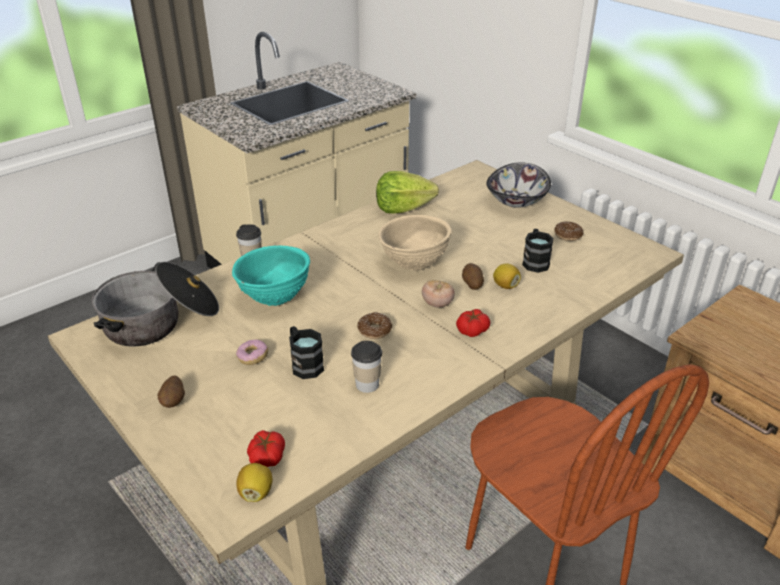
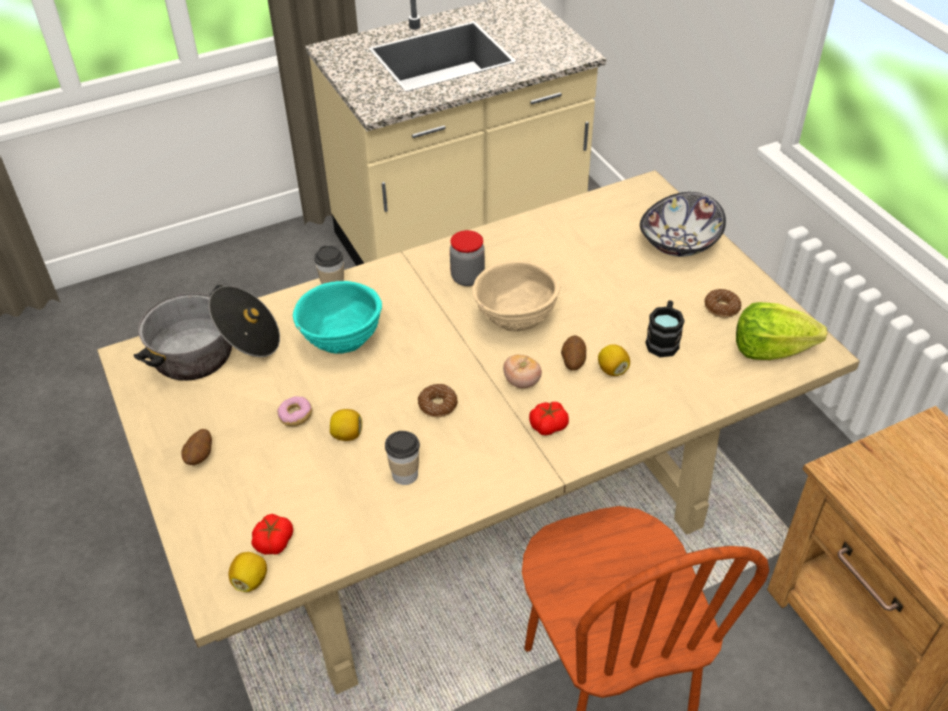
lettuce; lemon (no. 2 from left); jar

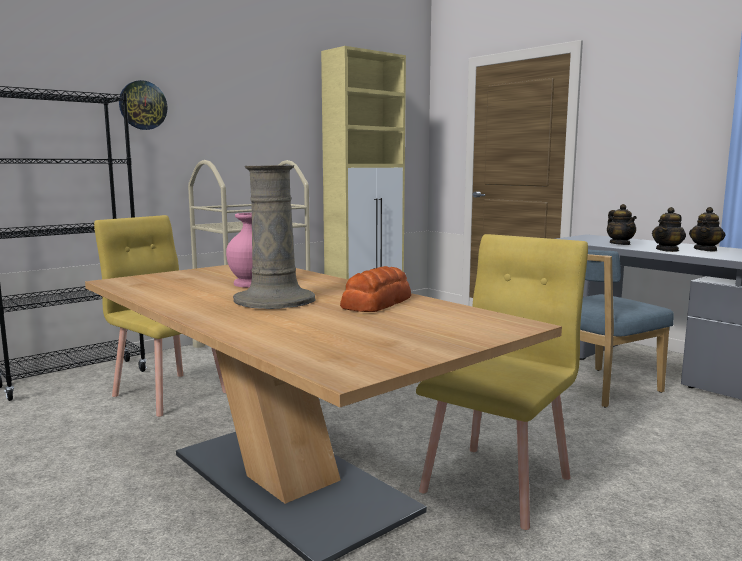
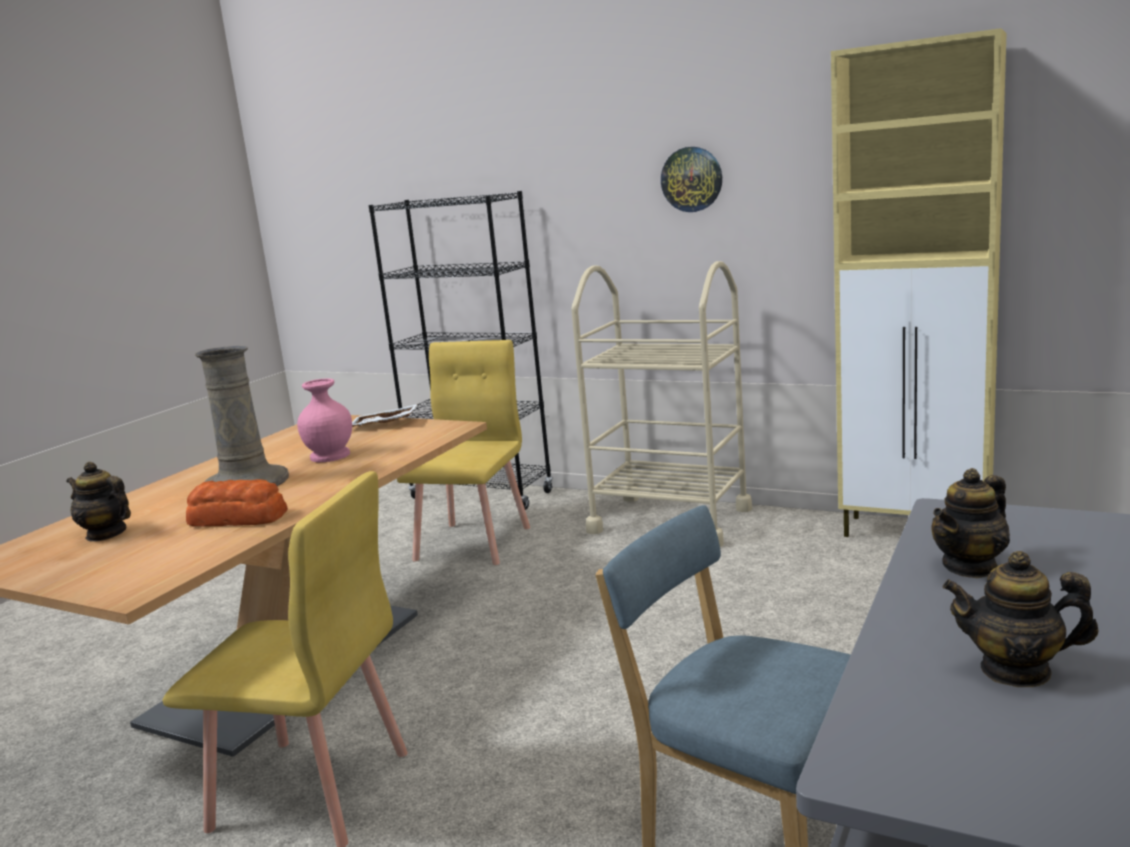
wall clock; teapot (no. 1 from left); white tray

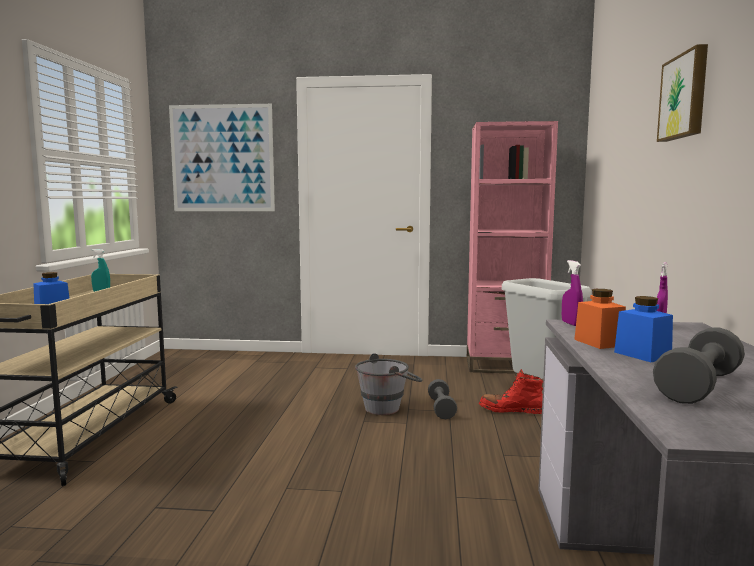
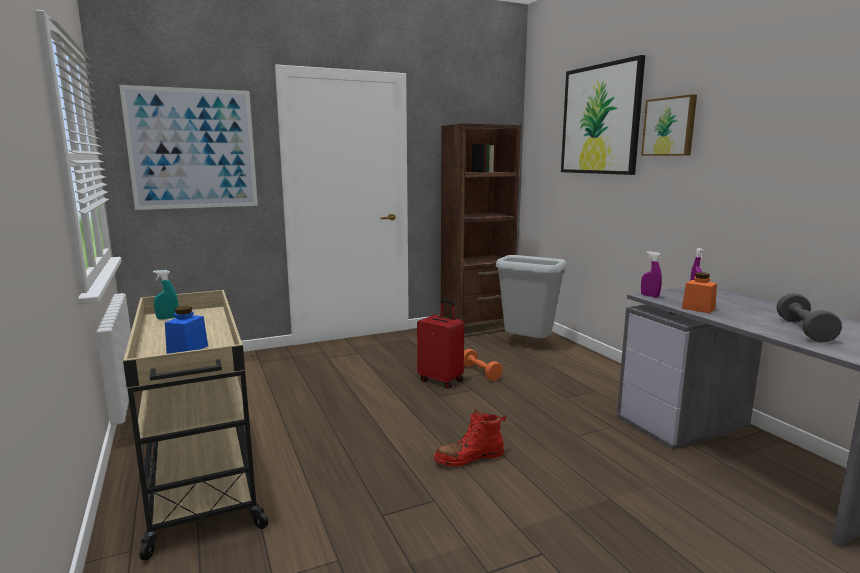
brown bookcase; blue jar (no. 2 from left in the first image); red suitcase; red boot; orange dumbbell; picture (no. 2 from left)

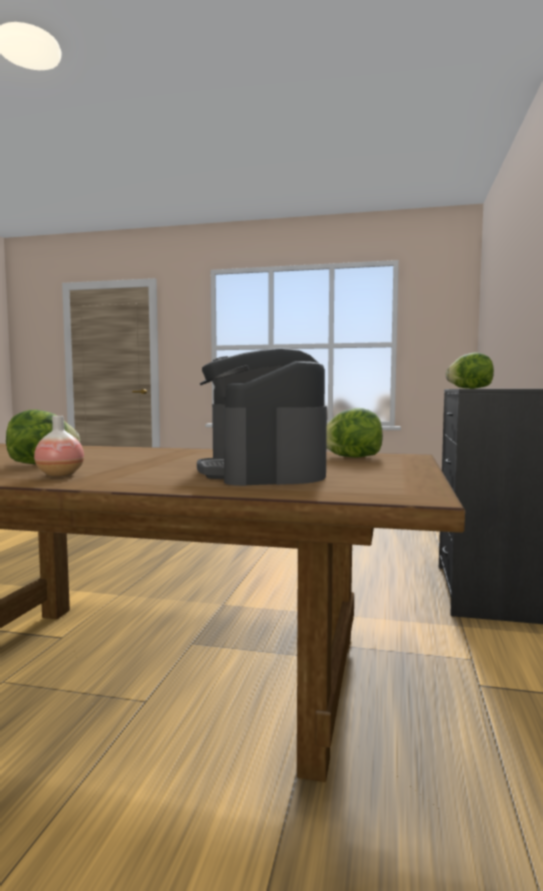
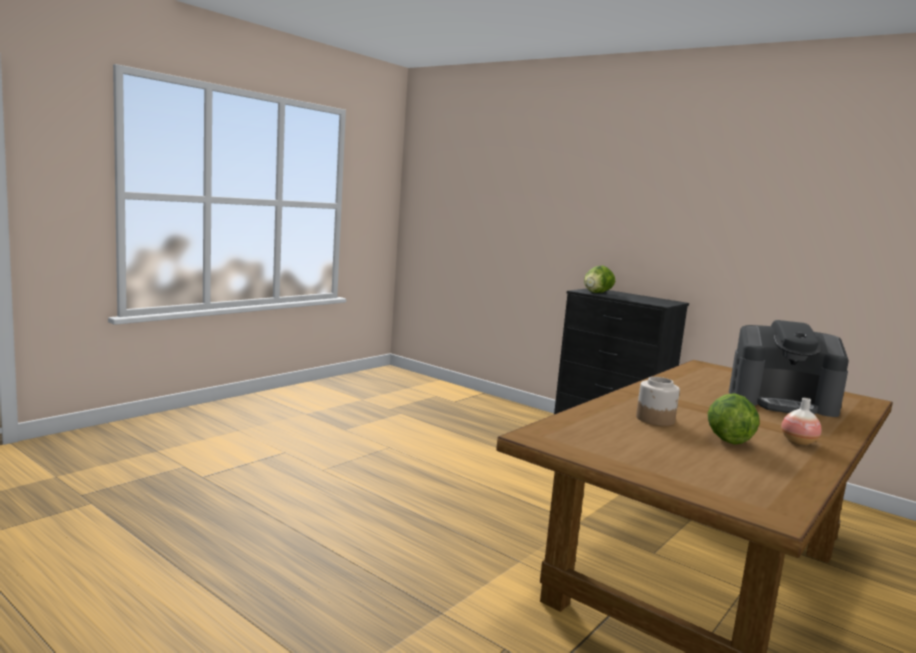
lettuce (no. 2 from left in the first image); jar

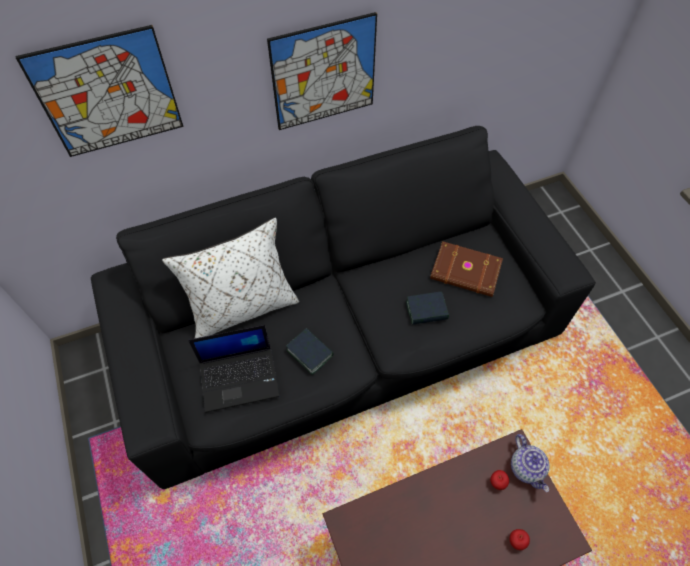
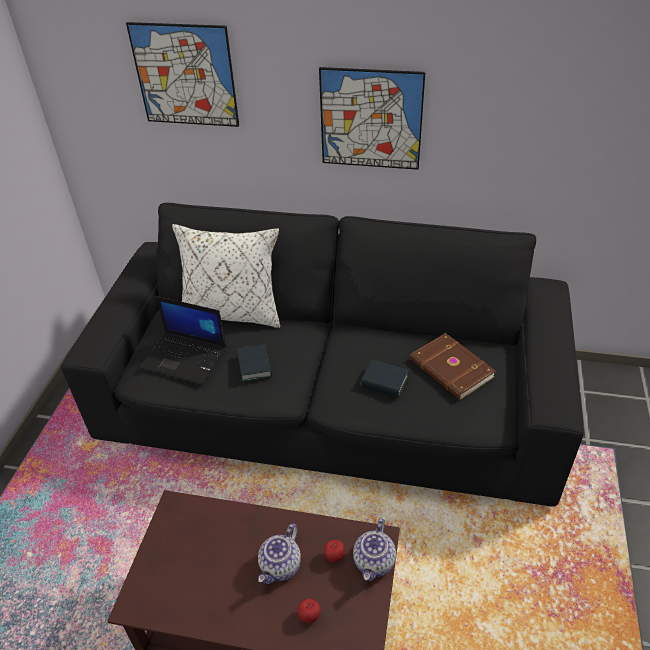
teapot (no. 1 from left)

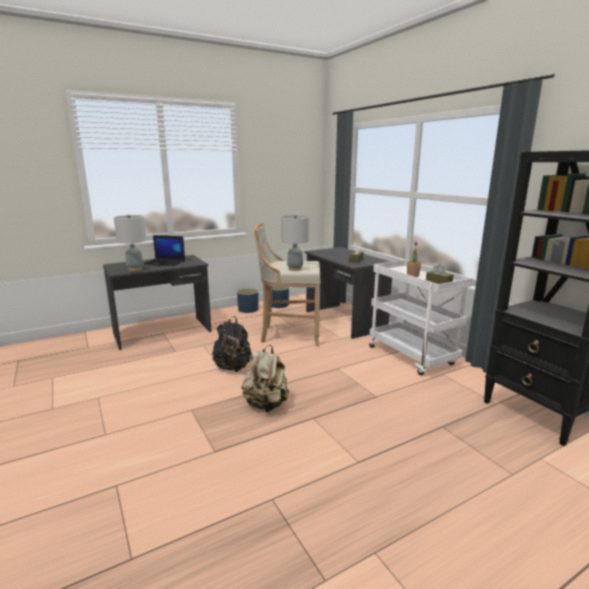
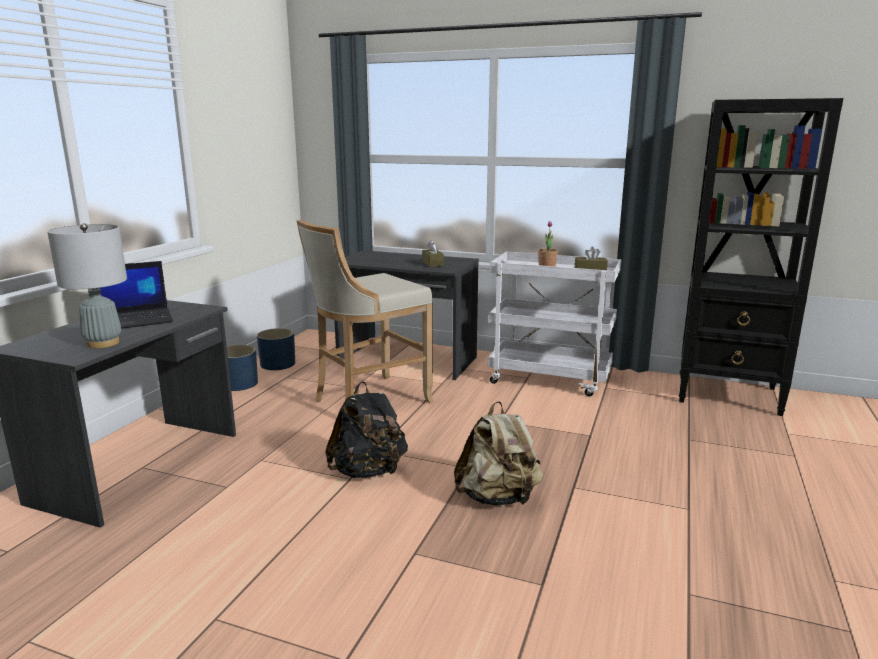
grey table lamp (no. 2 from left in the first image)

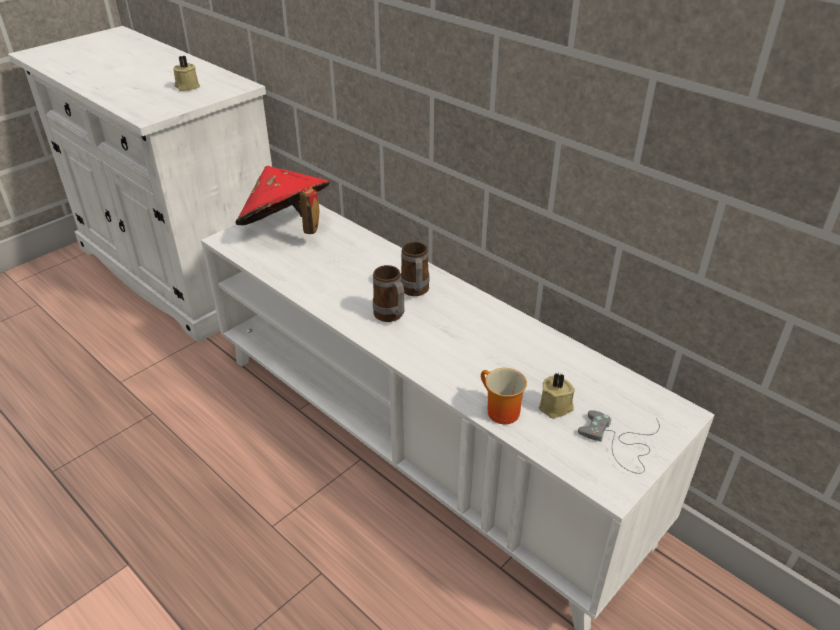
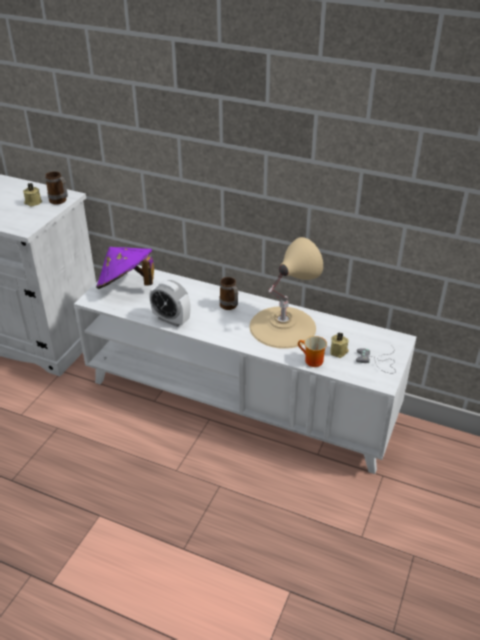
purple hat; mug (no. 1 from left); beige table lamp; alarm clock

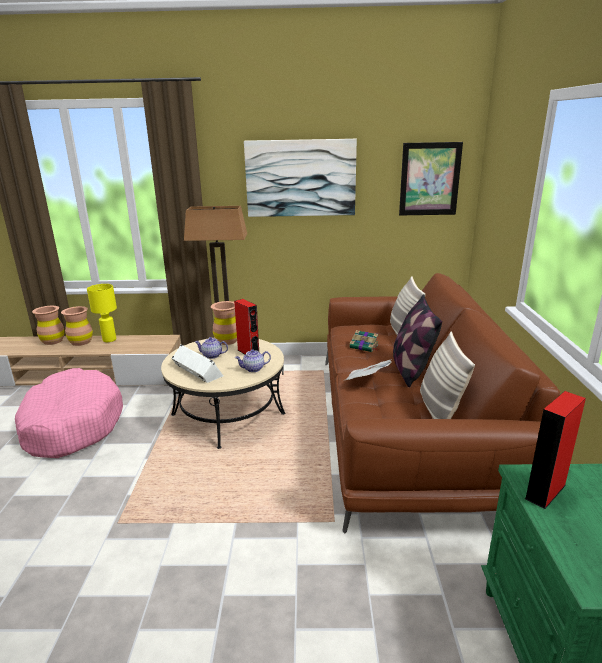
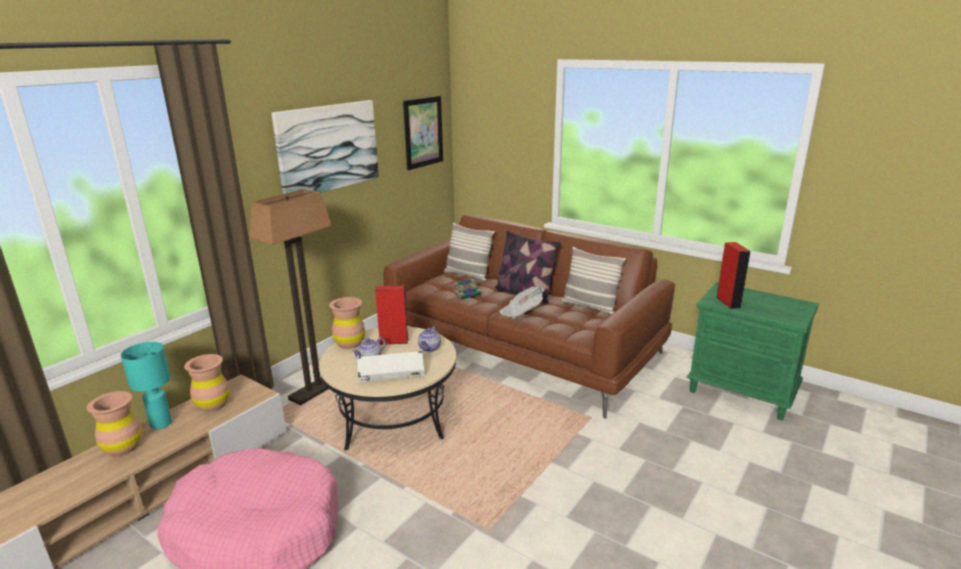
turquoise table lamp; brown vase (no. 2 from left)

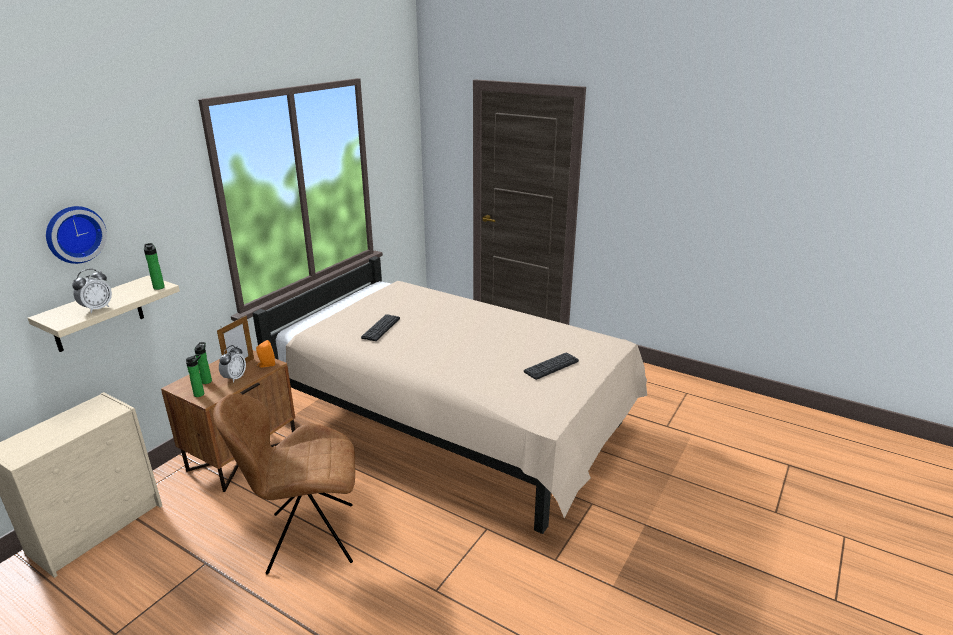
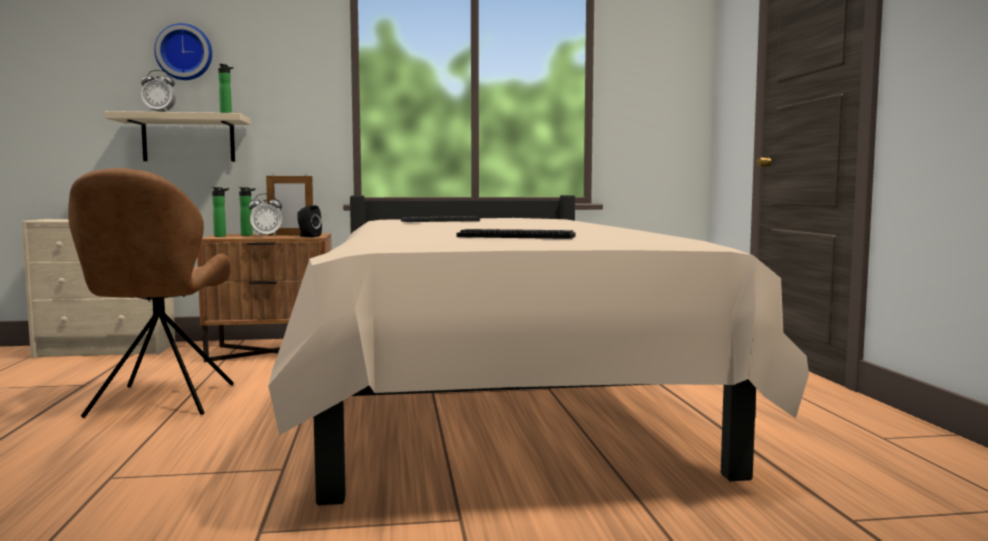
black speaker; brown chair

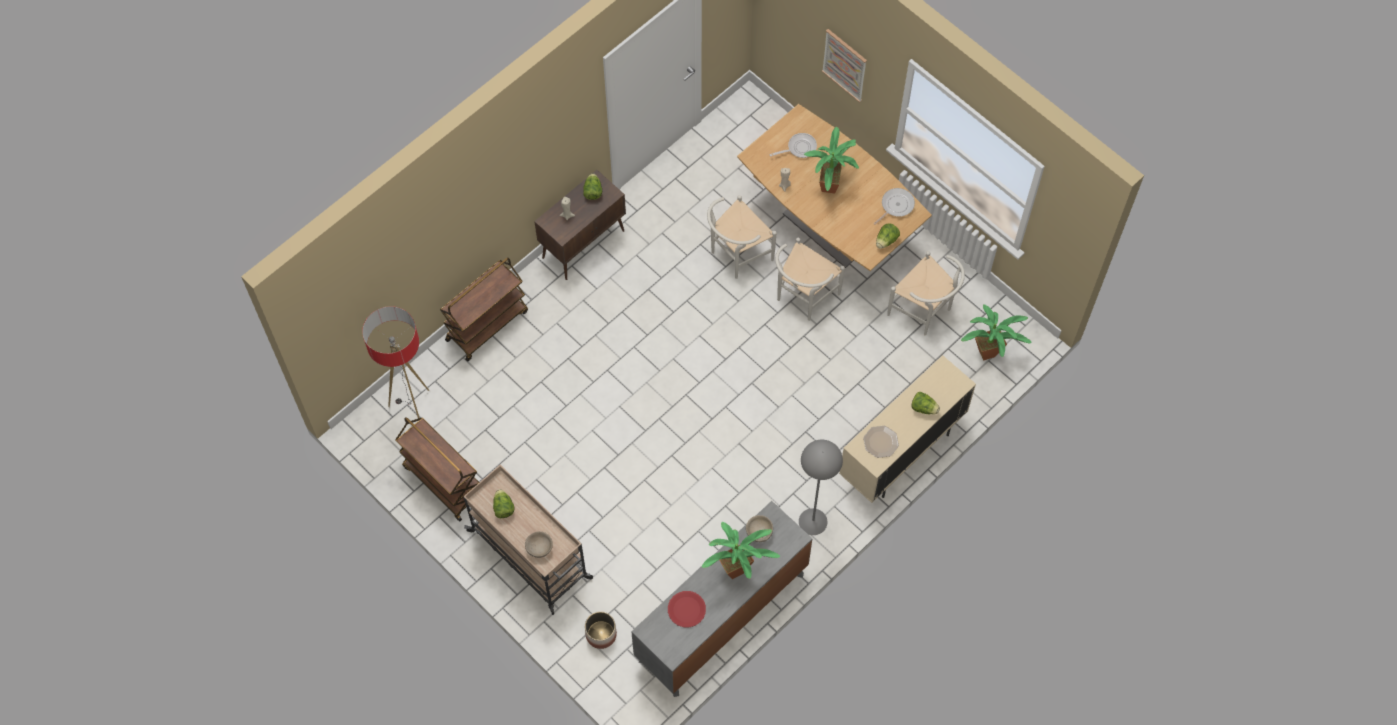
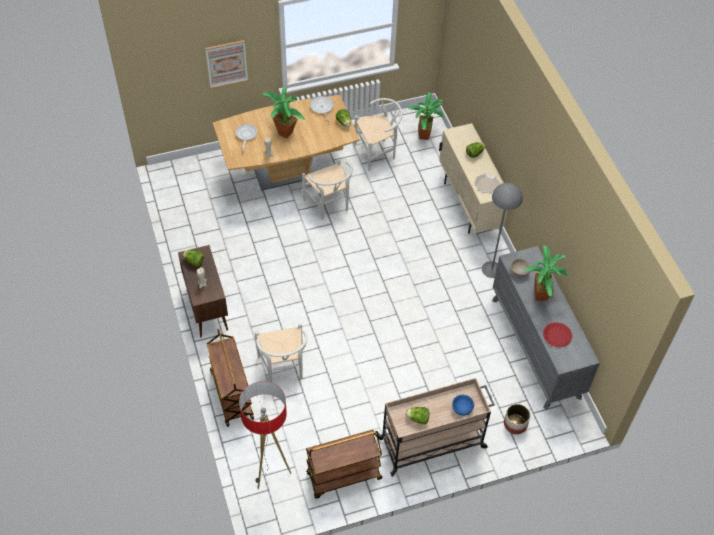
white chair (no. 1 from left); blue bowl

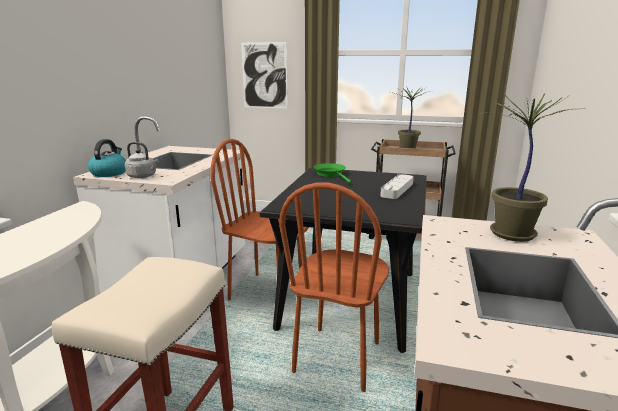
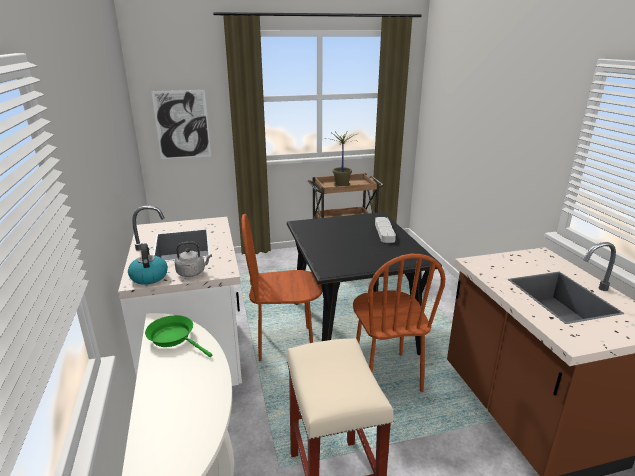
potted plant (no. 2 from left in the first image); green frying pan

